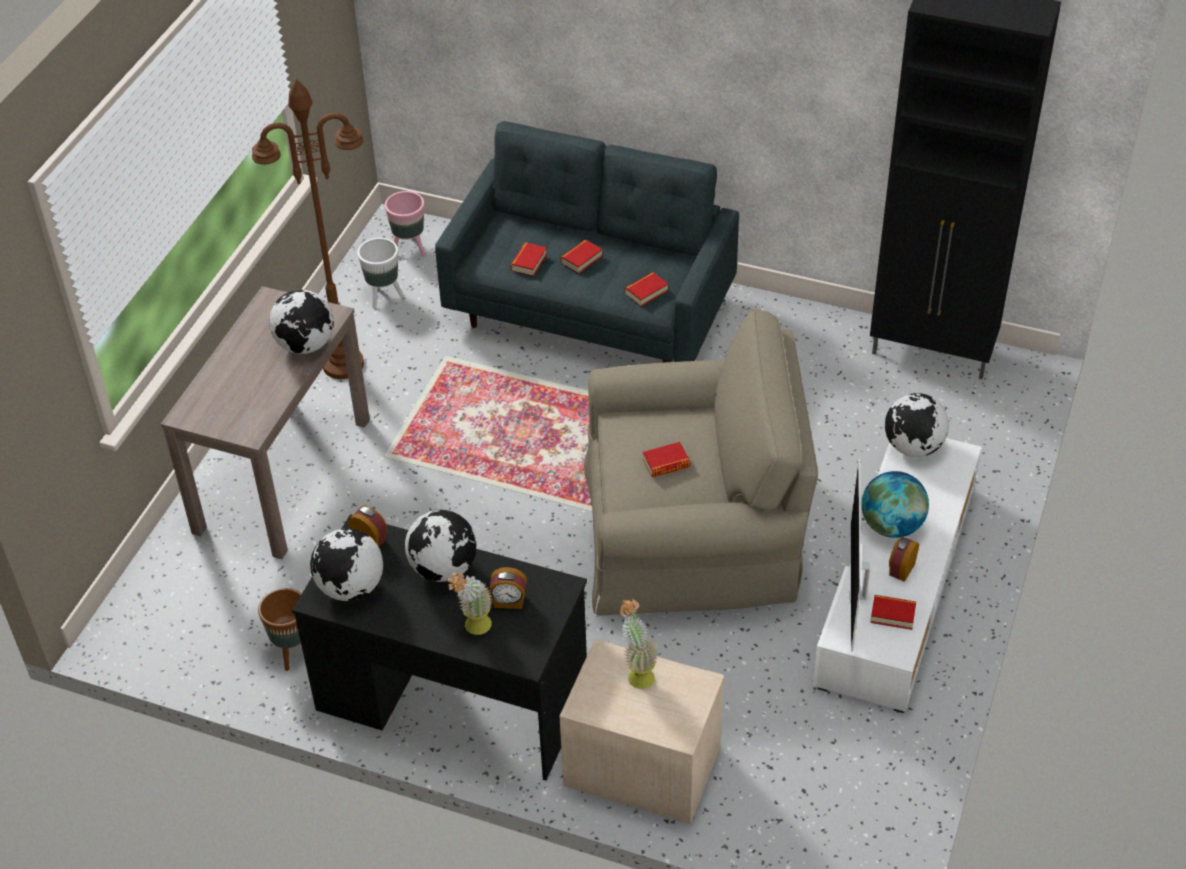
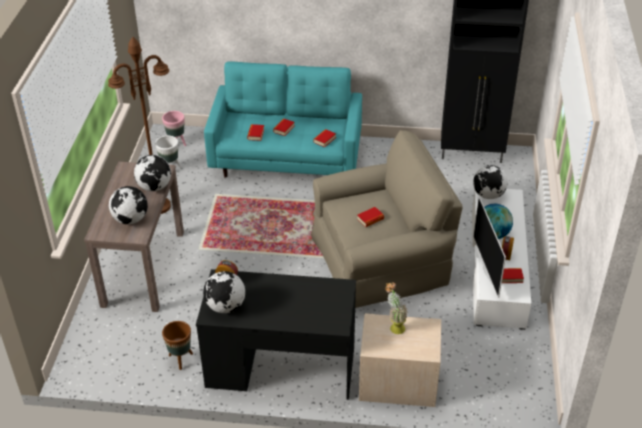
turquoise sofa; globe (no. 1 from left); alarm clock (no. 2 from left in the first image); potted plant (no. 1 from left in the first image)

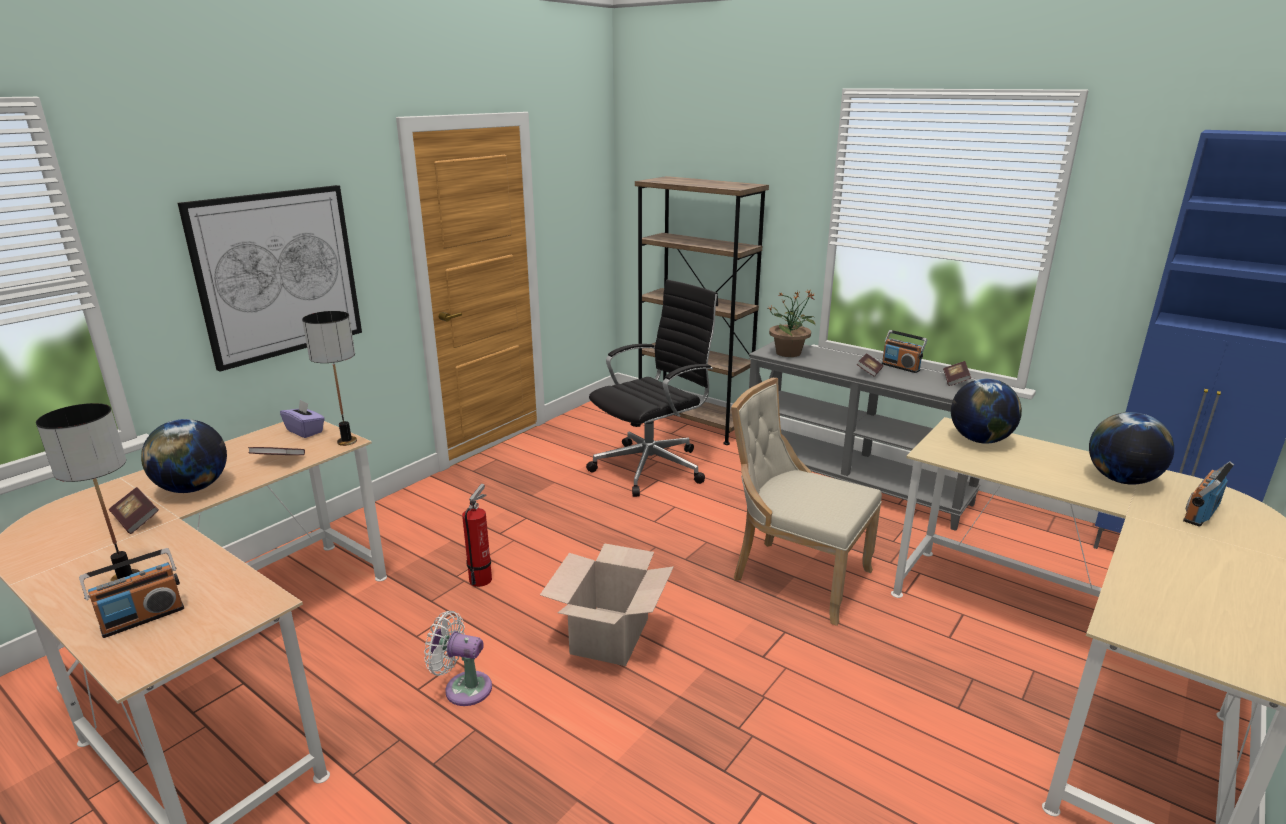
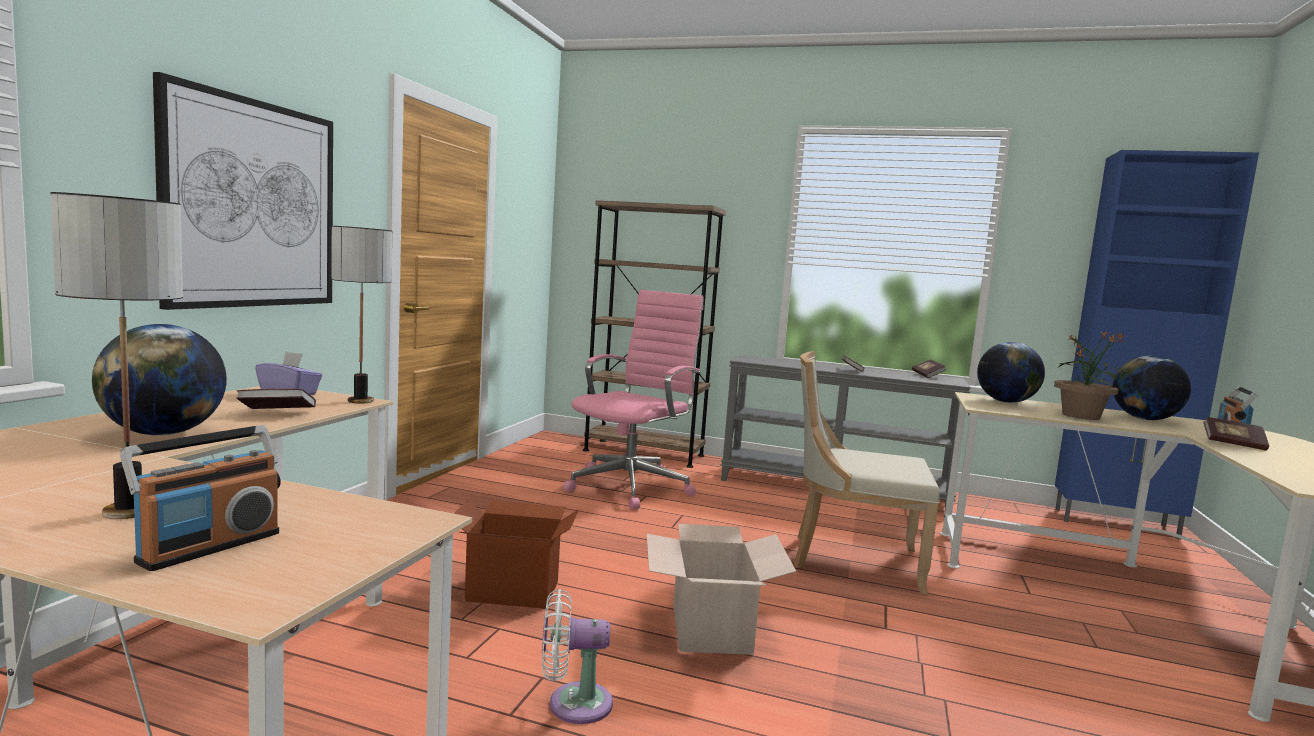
pink office chair; potted plant; radio (no. 2 from left in the first image); cardboard box (no. 1 from left); book (no. 4 from left)

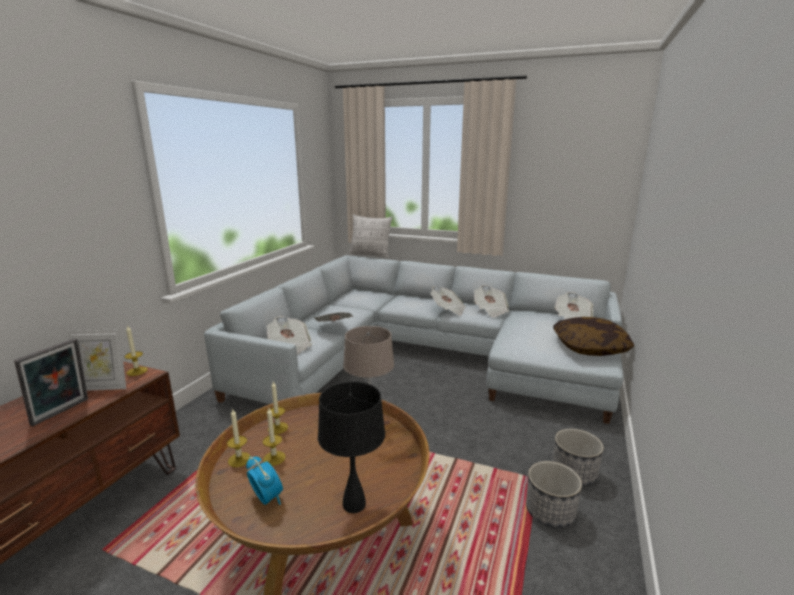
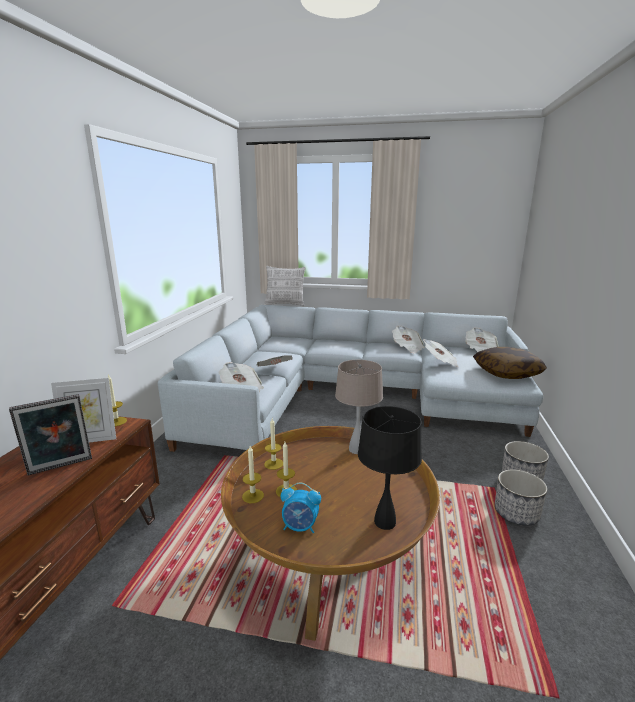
newspaper (no. 4 from left); picture frame (no. 1 from left); alarm clock

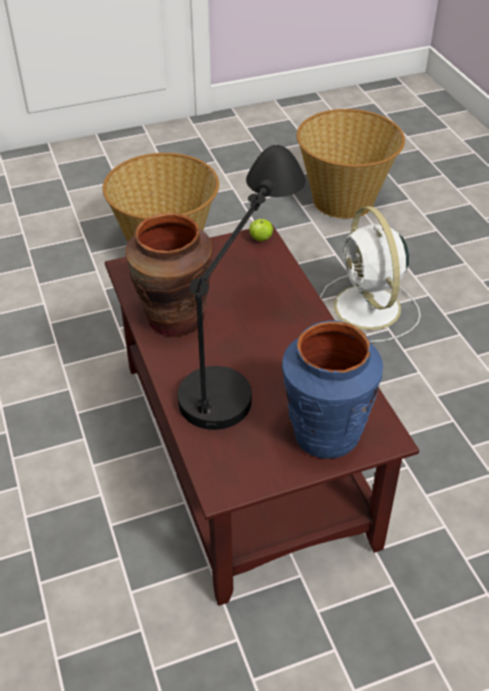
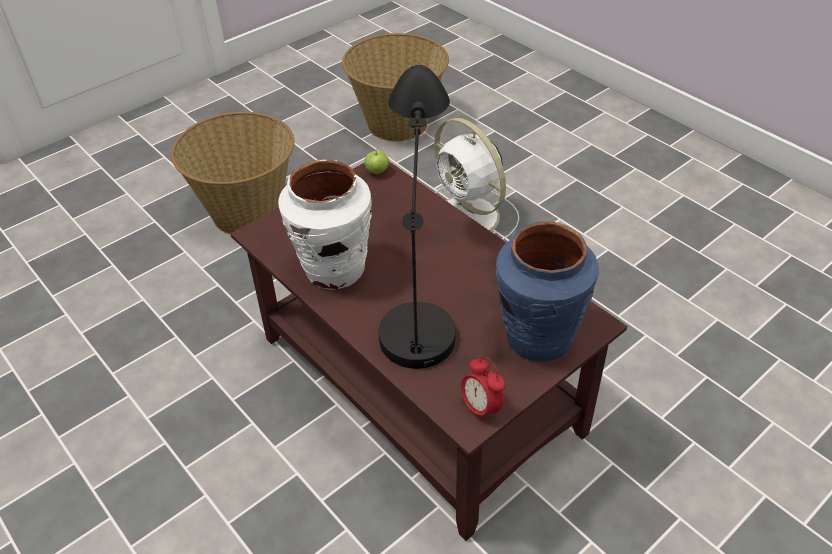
white vase; alarm clock

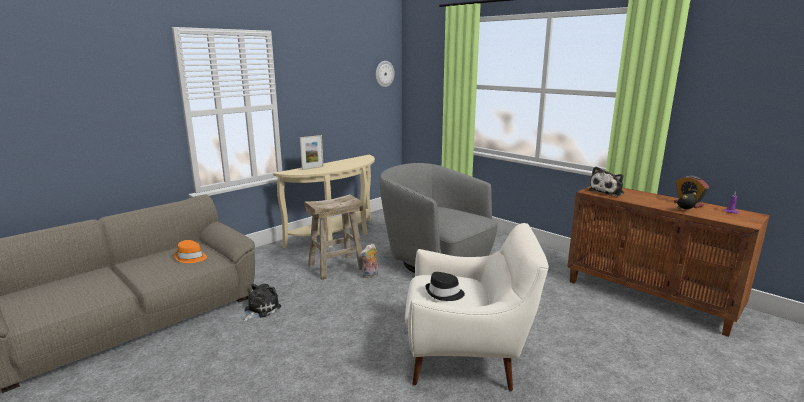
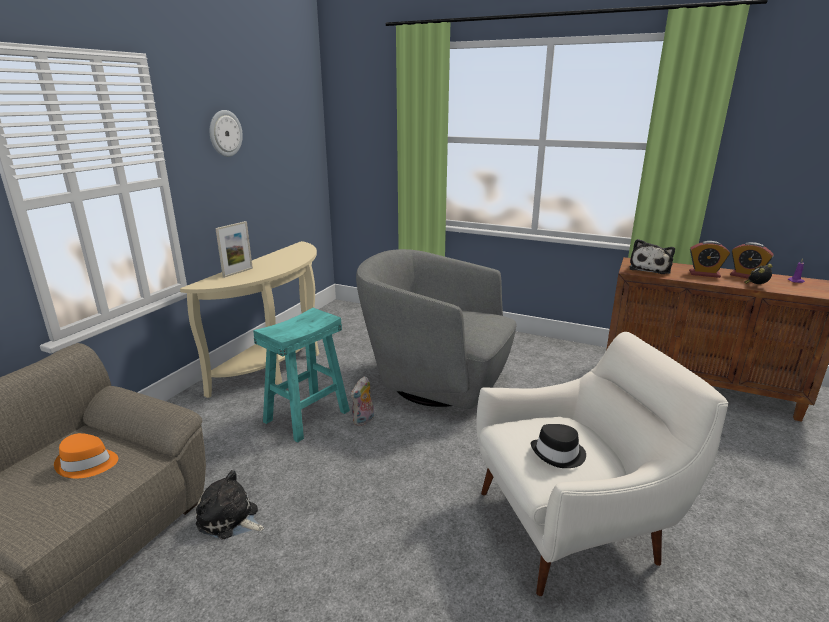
wall clock; turquoise stool; plush toy (no. 1 from left); alarm clock (no. 1 from left)

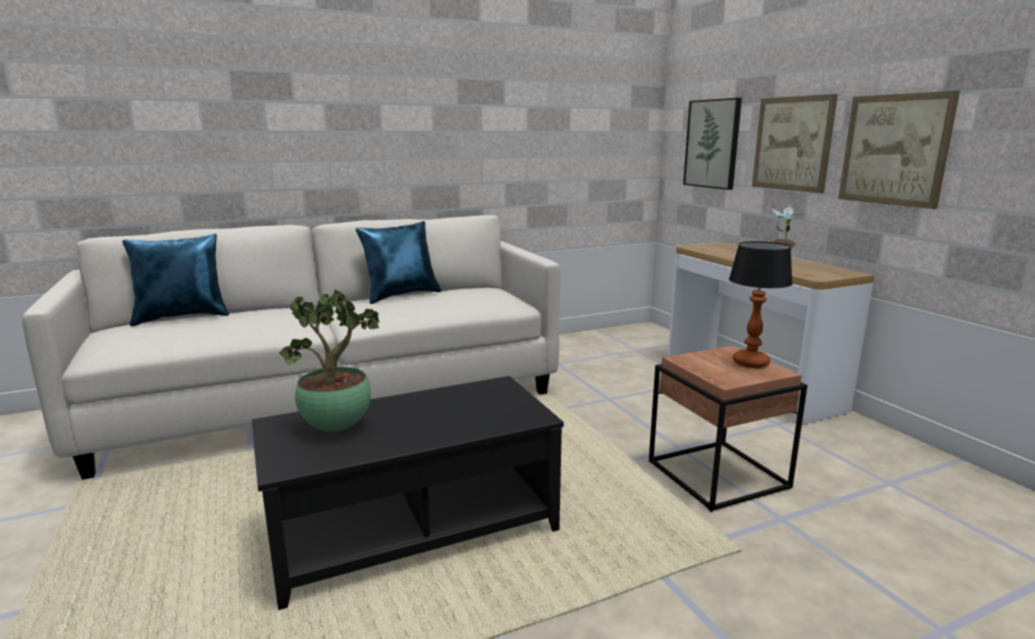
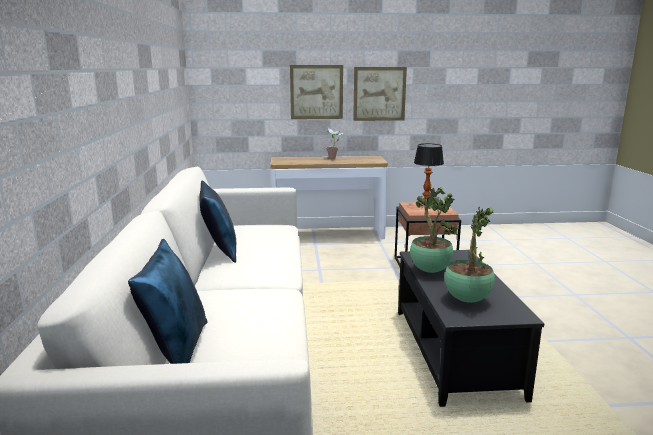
picture (no. 1 from left in the first image); potted plant (no. 2 from left)

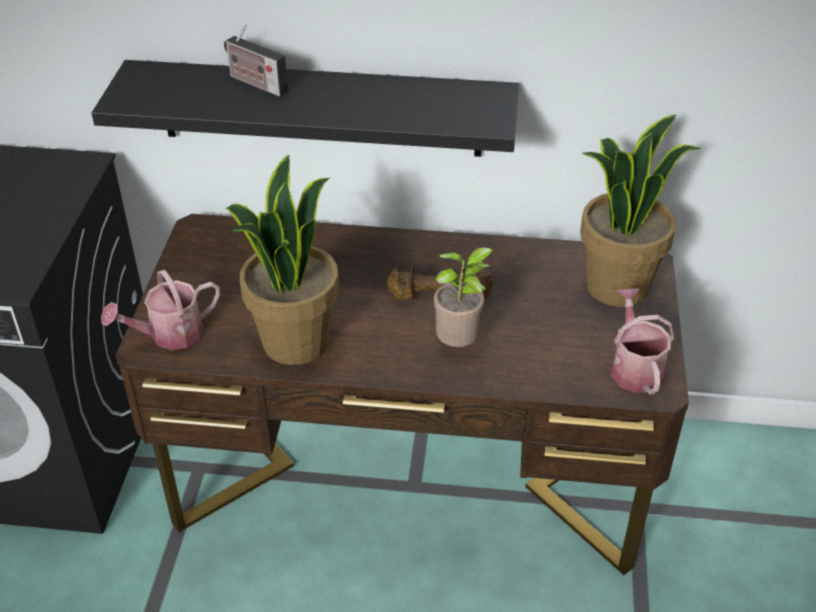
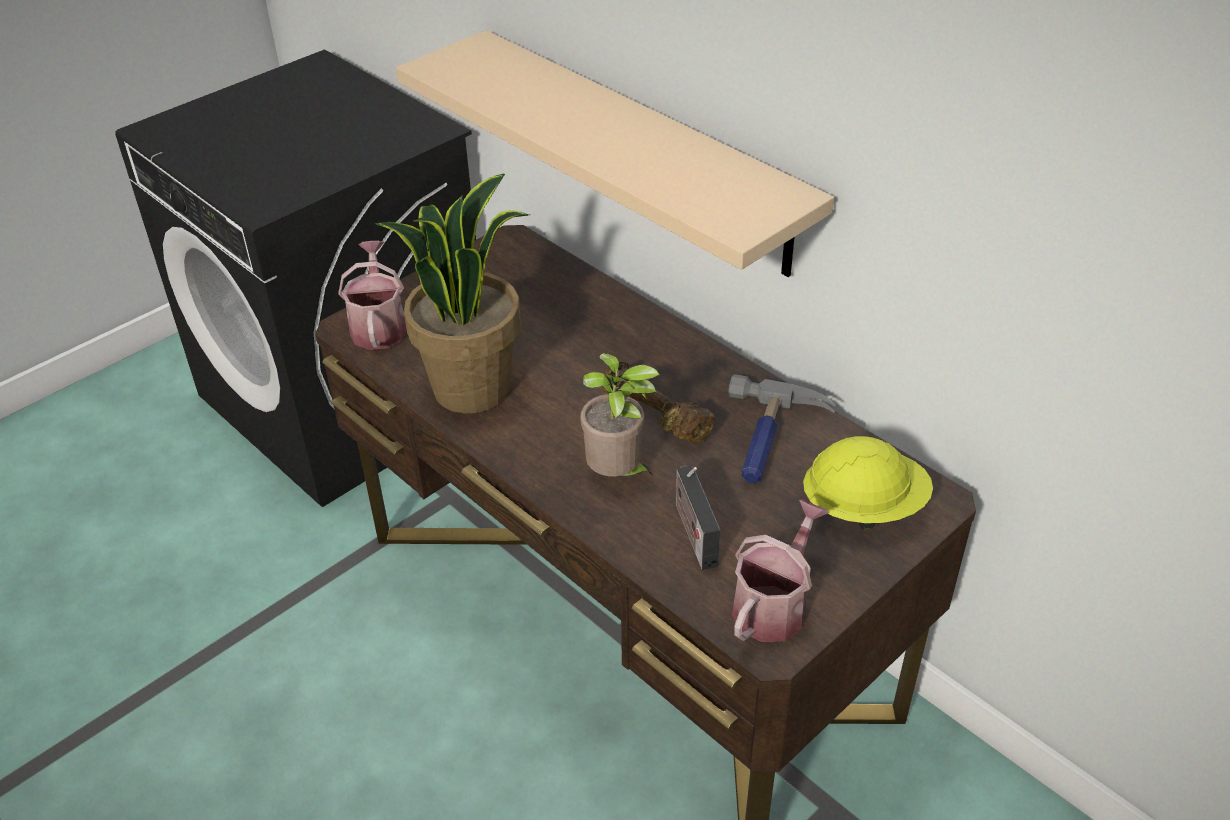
radio; beige shelf; yellow hard hat; watering can (no. 1 from left); hammer

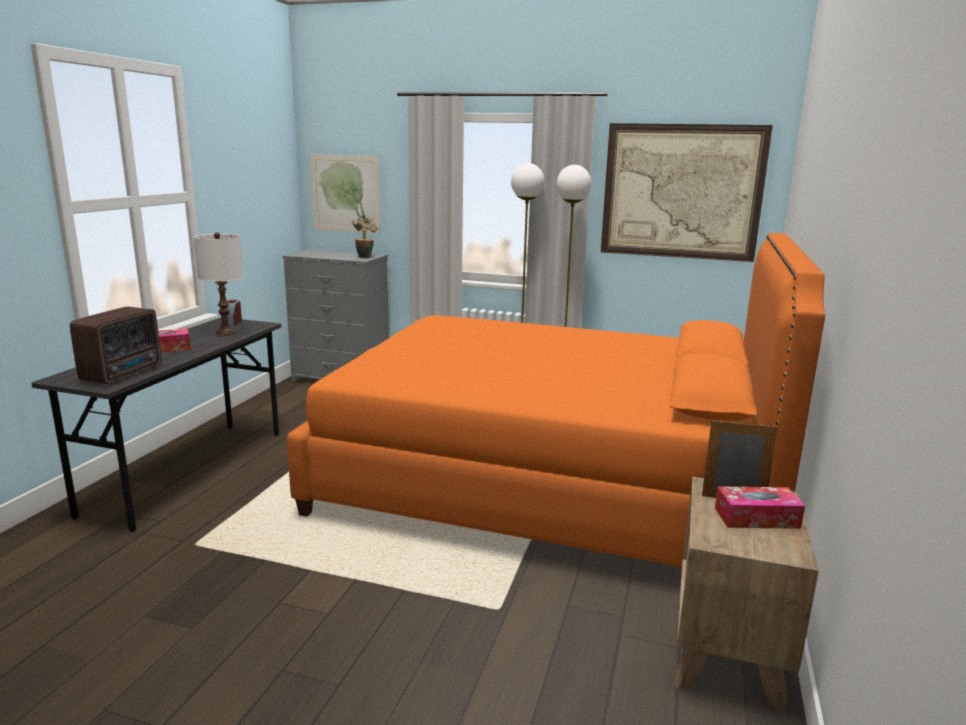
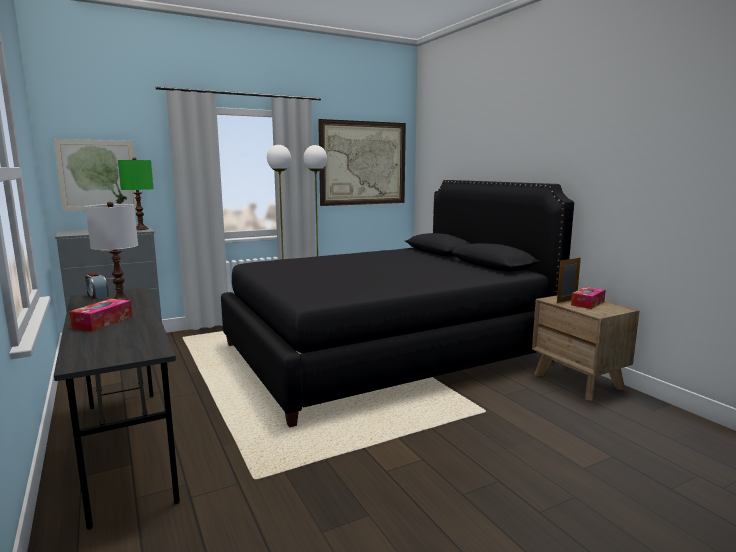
green table lamp; black bed; radio

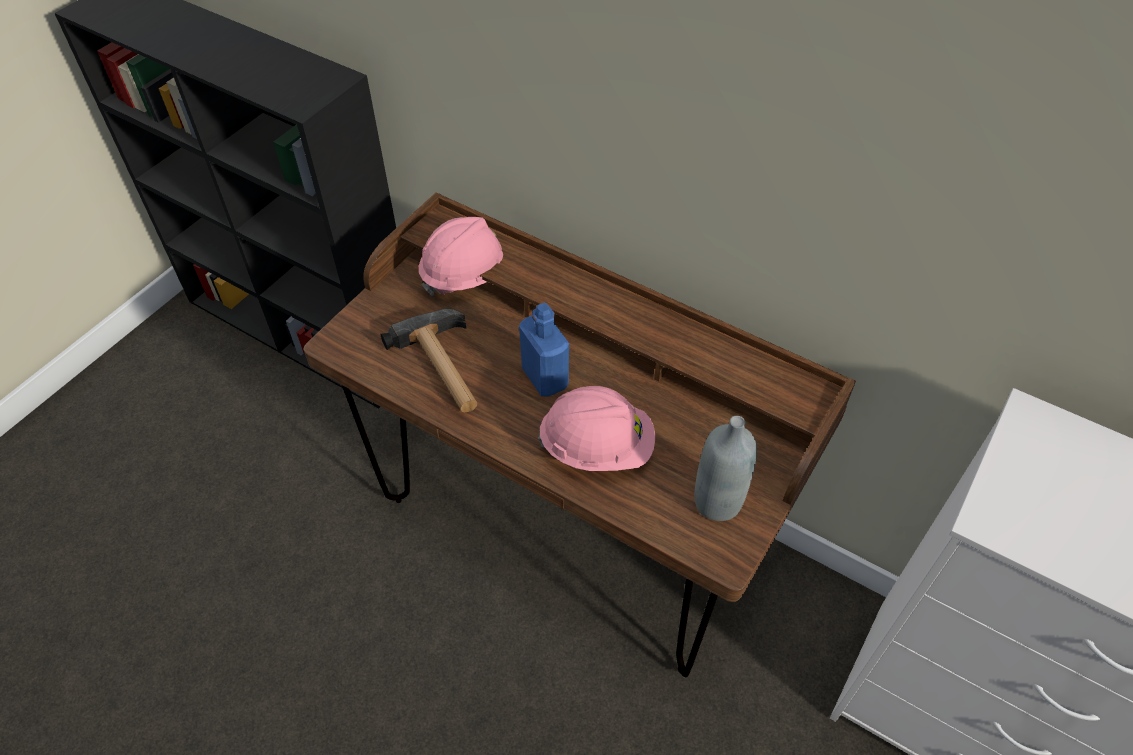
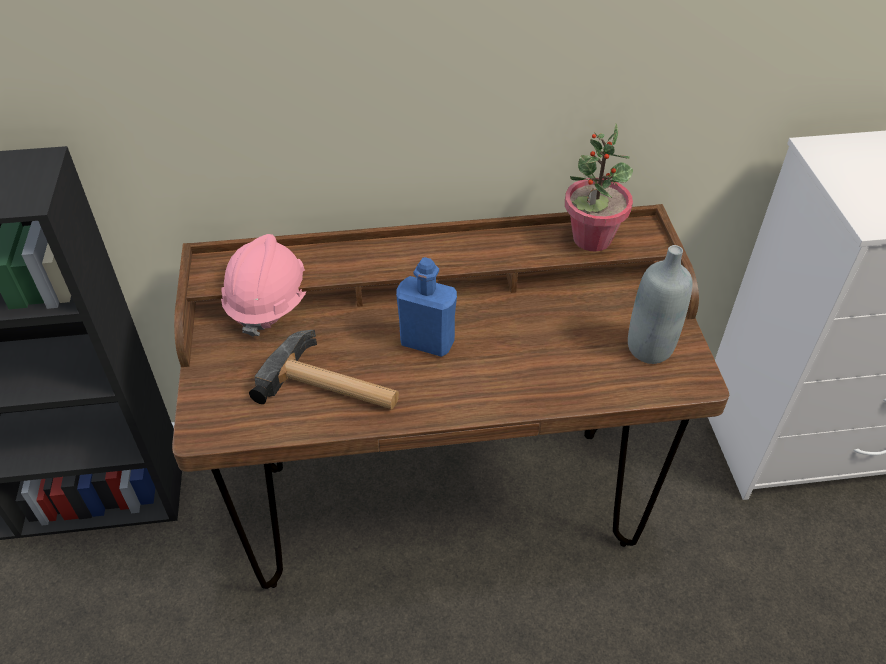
pink hard hat (no. 2 from left in the first image); potted plant

